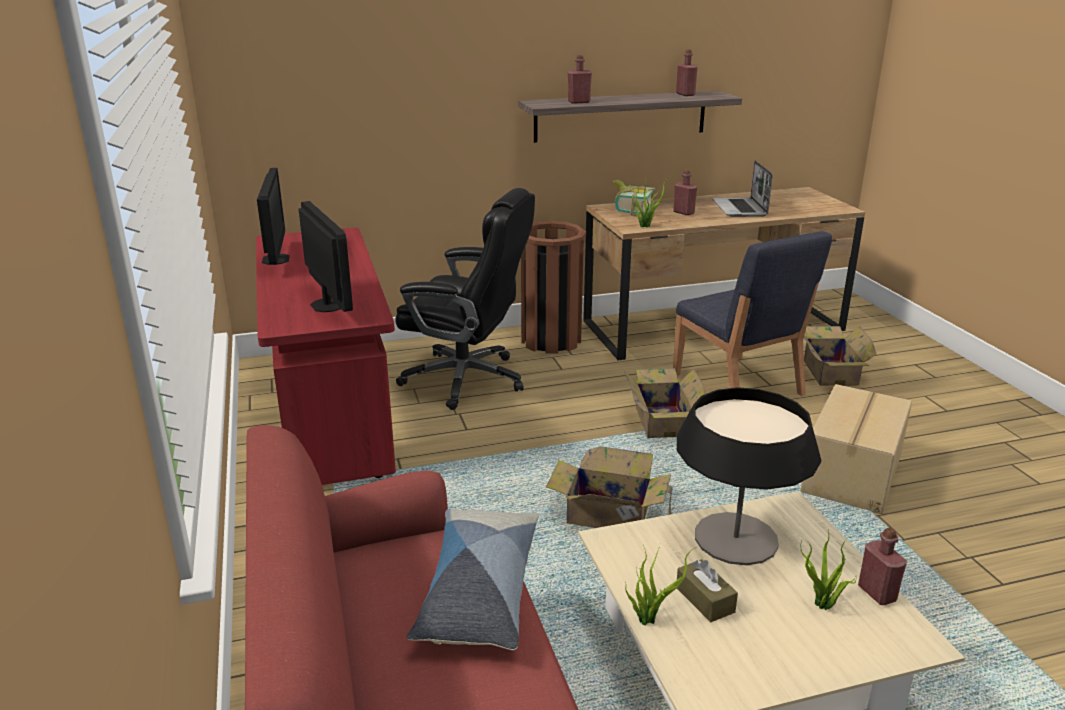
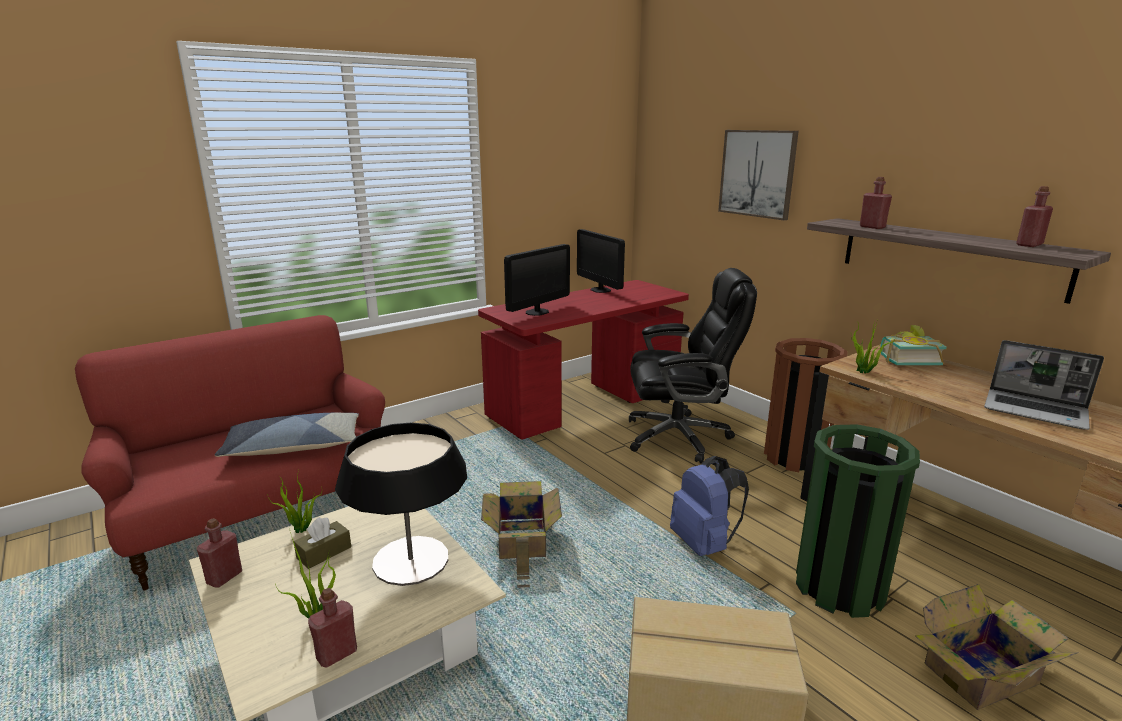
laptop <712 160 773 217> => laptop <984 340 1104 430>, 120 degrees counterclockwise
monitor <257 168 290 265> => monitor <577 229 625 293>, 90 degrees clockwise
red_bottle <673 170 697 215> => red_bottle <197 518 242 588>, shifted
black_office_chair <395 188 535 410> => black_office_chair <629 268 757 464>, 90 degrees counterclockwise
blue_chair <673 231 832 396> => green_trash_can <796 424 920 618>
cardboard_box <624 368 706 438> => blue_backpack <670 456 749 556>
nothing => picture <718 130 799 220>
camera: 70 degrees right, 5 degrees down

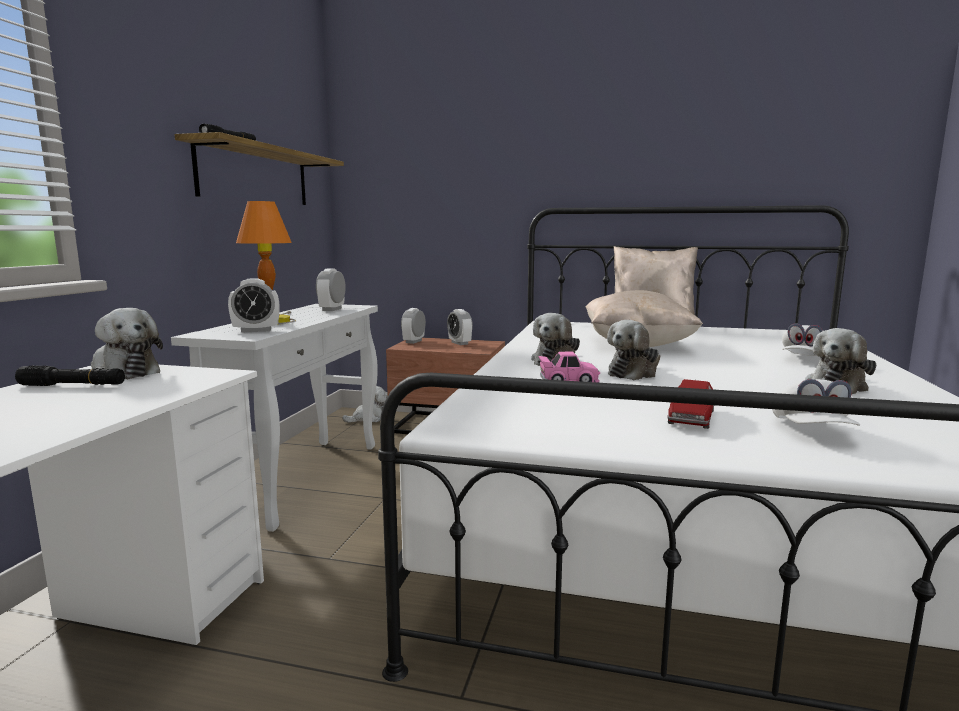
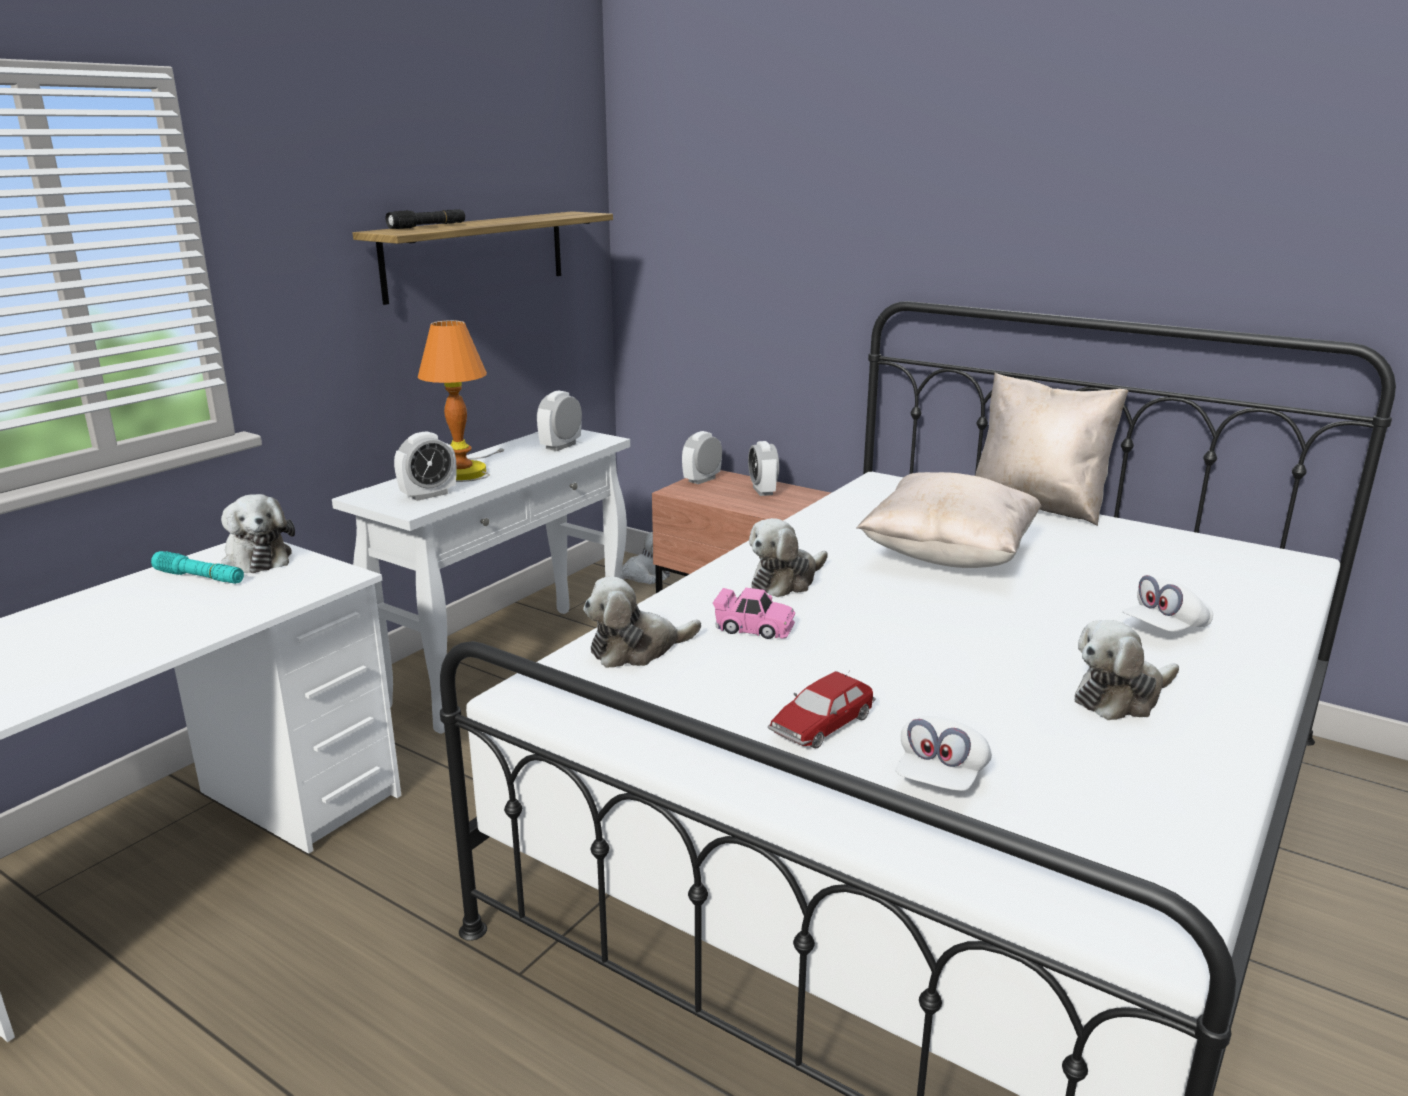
alarm_clock <228 278 280 333> => alarm_clock <394 431 456 501>, 45 degrees counterclockwise
plush_toy <607 320 660 380> => plush_toy <583 577 701 668>, shifted
black_flashlight <15 366 125 386> => turquoise_flashlight <151 551 244 584>
camera: 20 degrees right, 10 degrees up

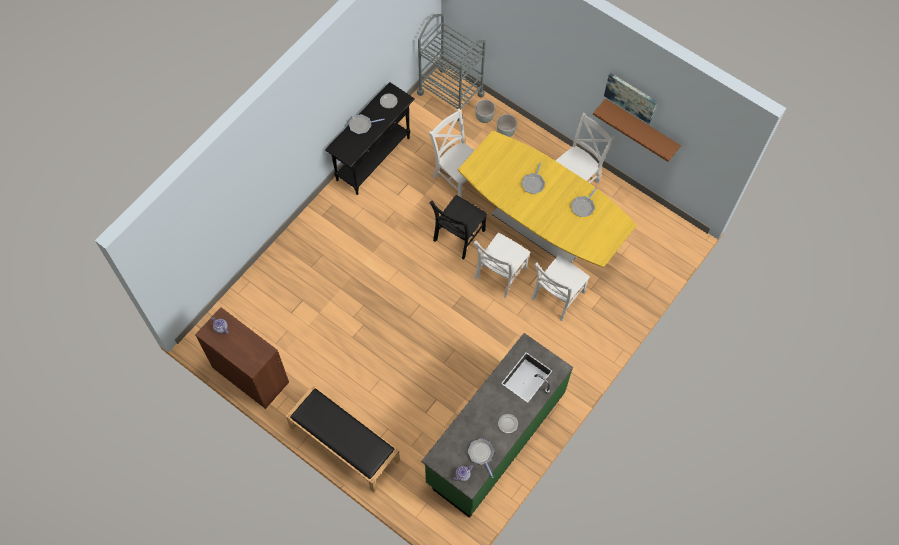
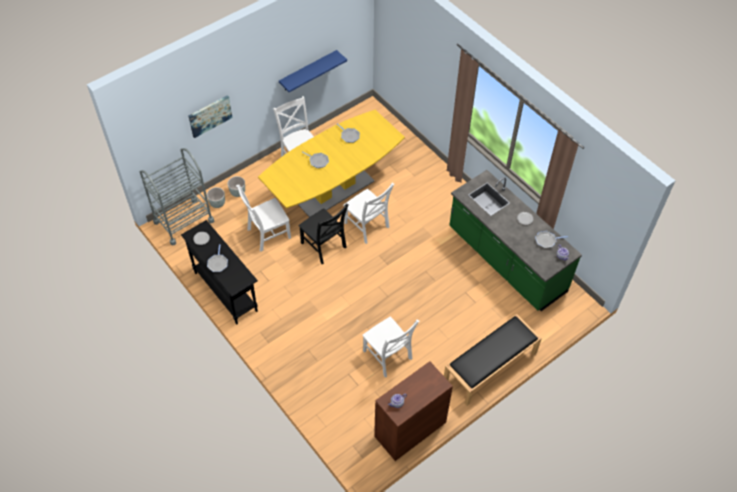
picture <604 73 657 124> => picture <188 95 233 138>, shifted
brown_shelf <593 98 681 162> => blue_shelf <279 50 347 92>
white_chair <531 255 590 321> => white_chair <362 316 419 377>, shifted
camera: 75 degrees left, 10 degrees down

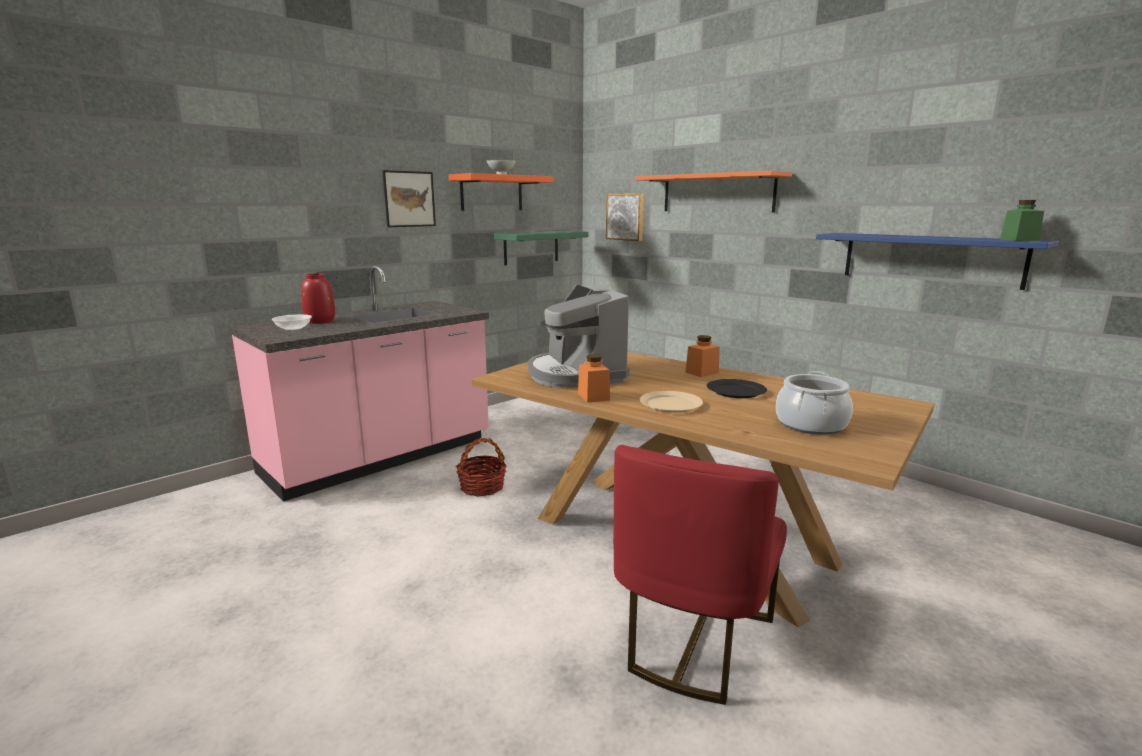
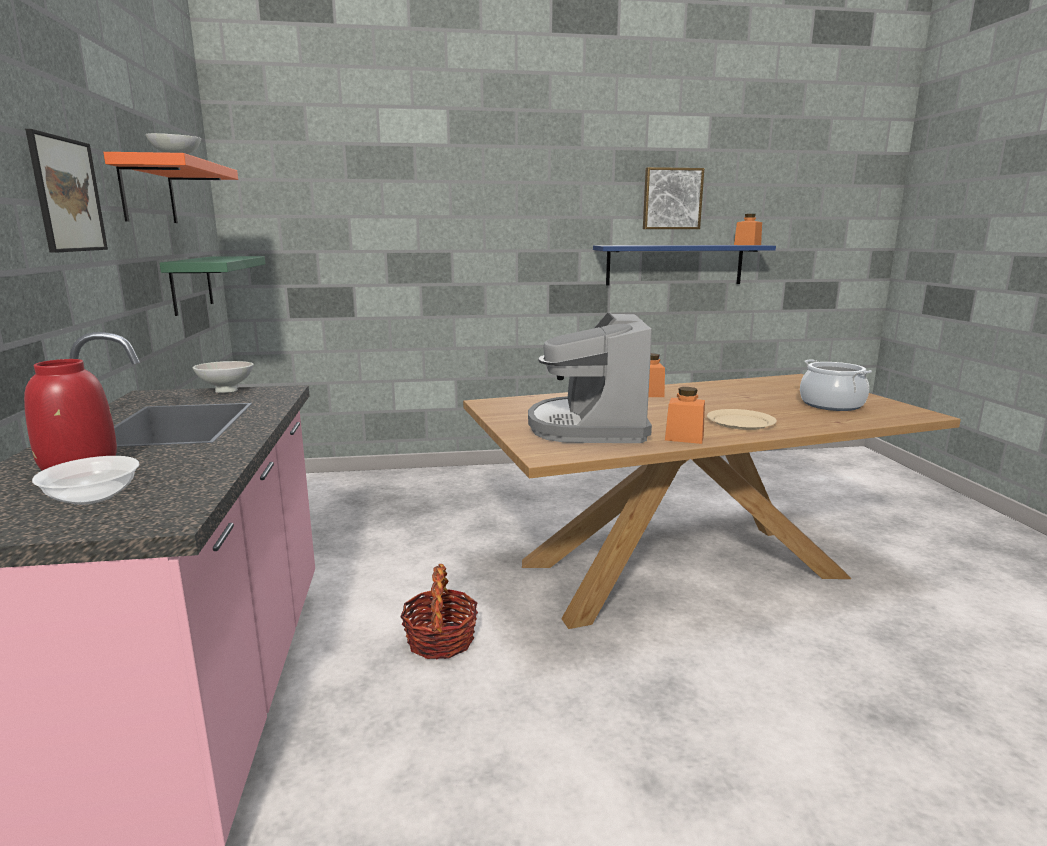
orange_shelf <635 171 792 213> => nothing
picture <606 193 644 241> => picture <643 167 704 229>, shifted
green_jar <1000 200 1044 241> => orange_jar <734 214 762 245>
coffee_machine <528 285 630 388> => coffee_machine <528 312 652 443>, 75 degrees clockwise
black_plate <707 379 767 398> => nothing
red_chair <613 445 787 705> => nothing
nothing => white_bowl <193 361 254 393>
camera: 55 degrees left, 0 degrees up

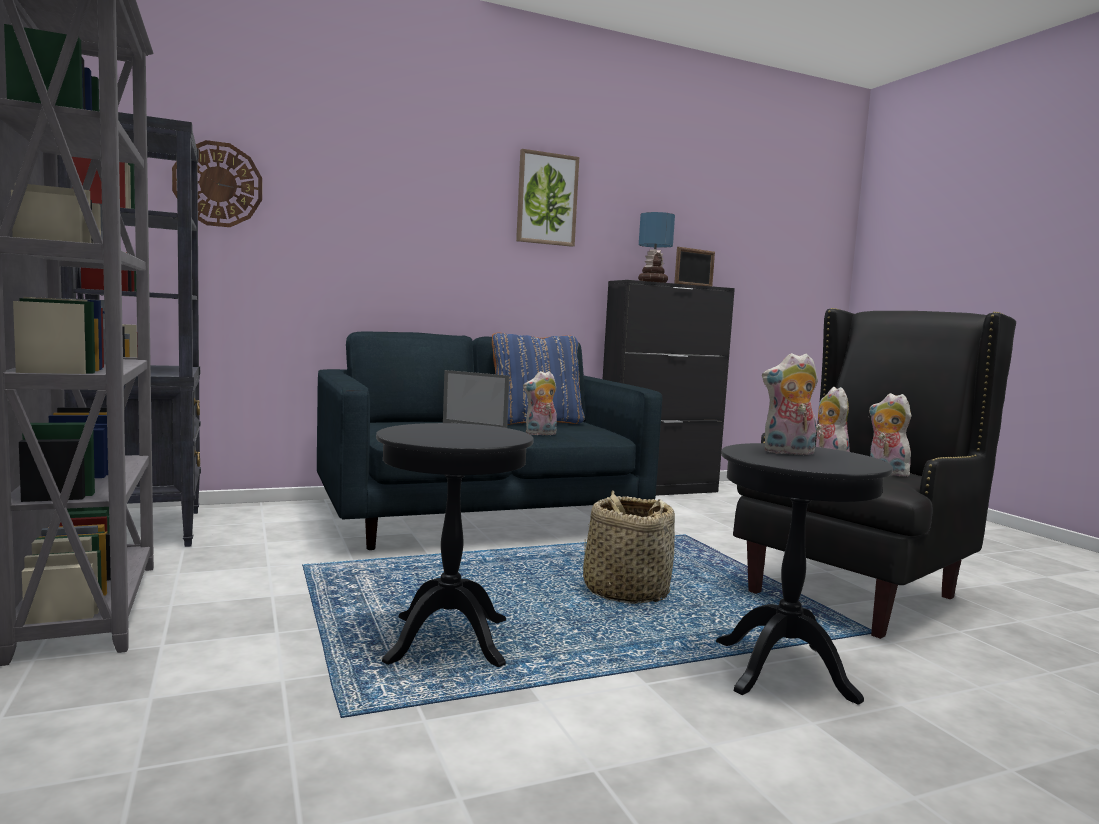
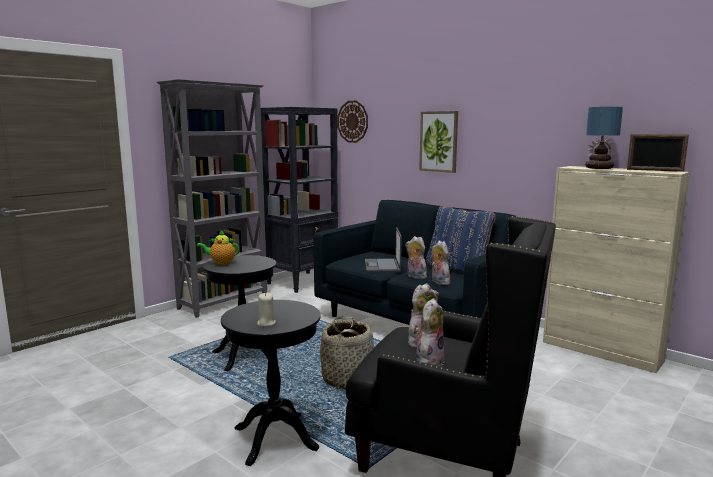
picture <516 149 579 247> => picture <419 111 458 173>, shifted
black_cabinet <603 280 735 496> => beige_cabinet <543 166 690 373>
plush_toy <762 353 818 455> => plush_toy <432 240 450 285>, shifted
nothing => teapot <197 230 240 265>
nothing => beige_candle <257 293 276 327>
camera: 65 degrees right, 5 degrees up

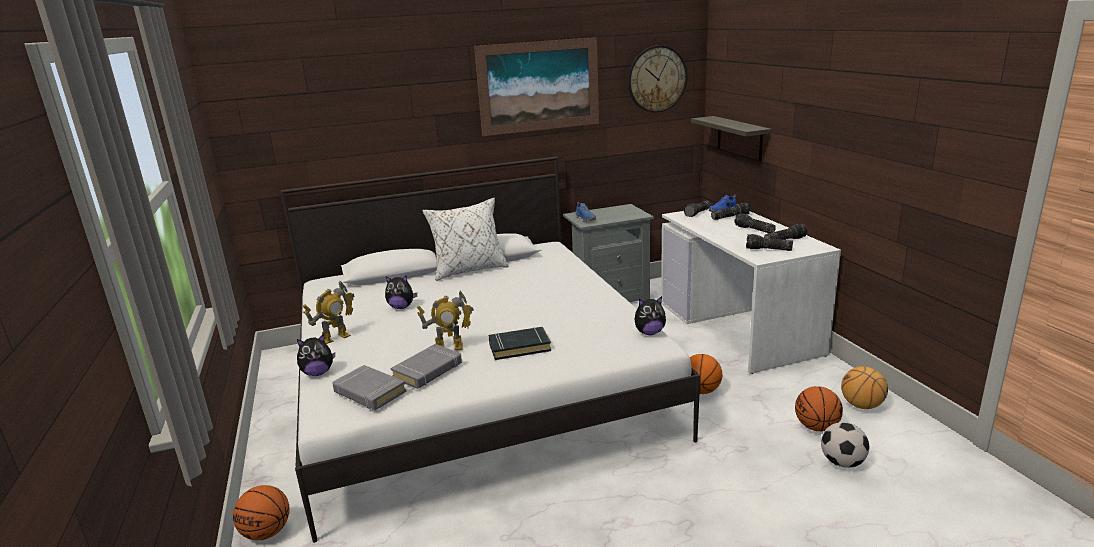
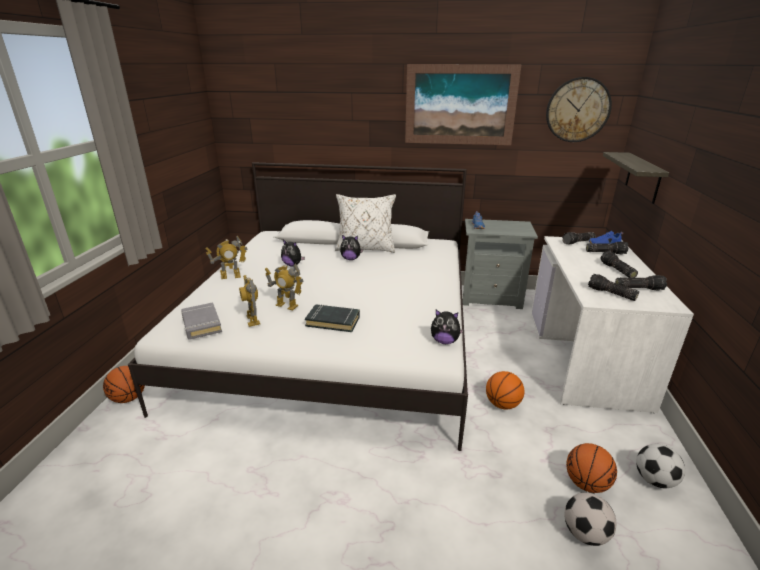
plush_toy <297 334 335 376> => plush_toy <340 235 363 260>, shifted
grey_book <390 344 462 389> => toy_robot <239 275 260 327>
basketball <841 366 888 409> => football <636 444 685 488>
camera: 25 degrees right, 5 degrees up

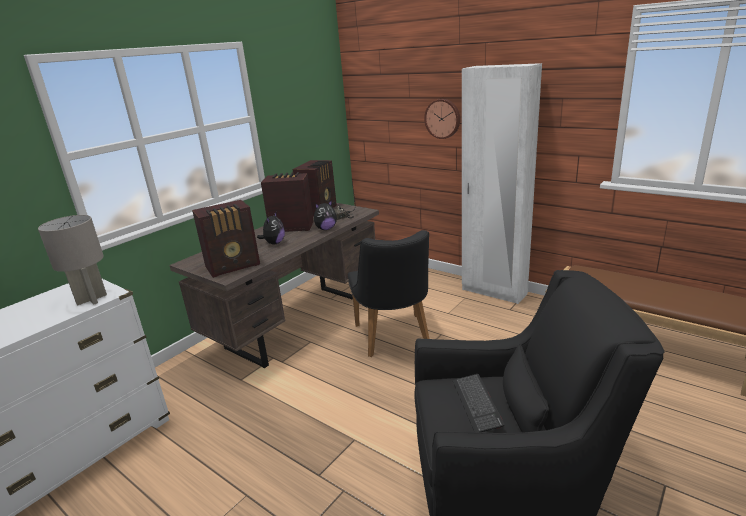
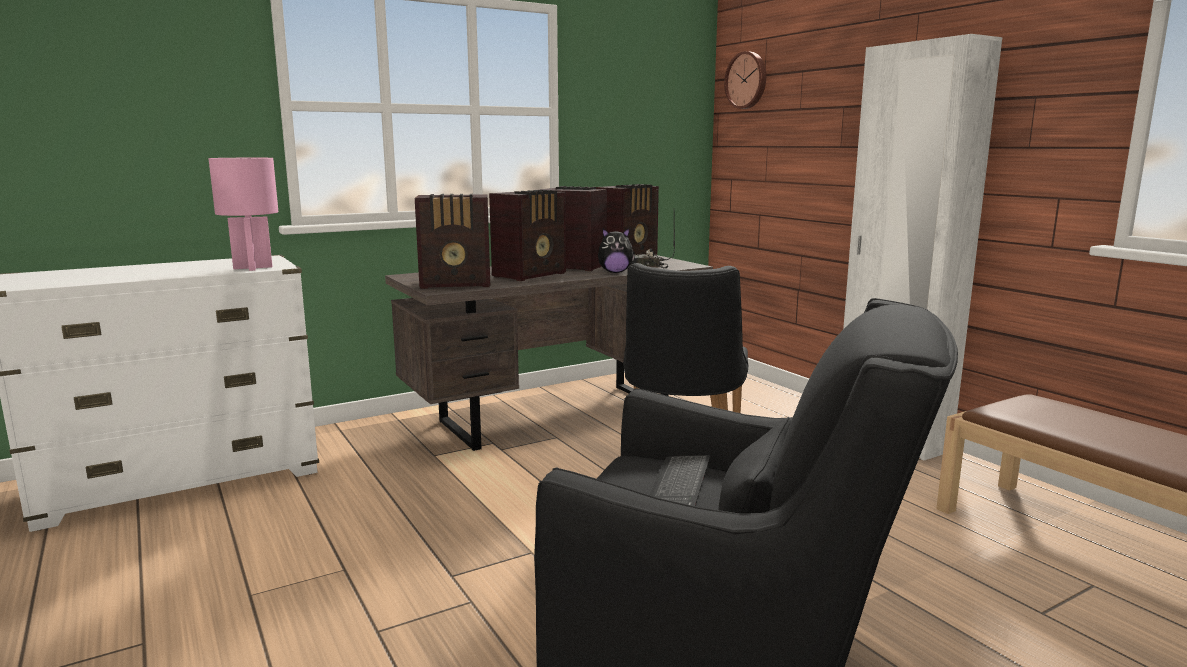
wall_clock <424 99 460 139> => wall_clock <724 51 766 109>, shifted
plush_toy <257 212 285 245> => radio <489 190 566 281>
grey_table_lamp <38 215 107 305> => pink_table_lamp <209 158 279 271>
camera: 20 degrees right, 10 degrees down

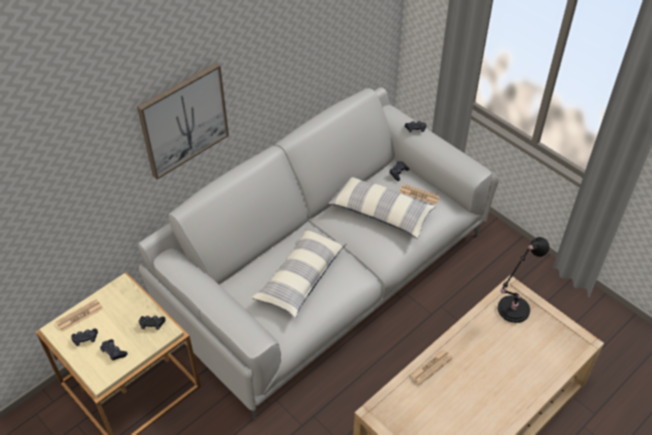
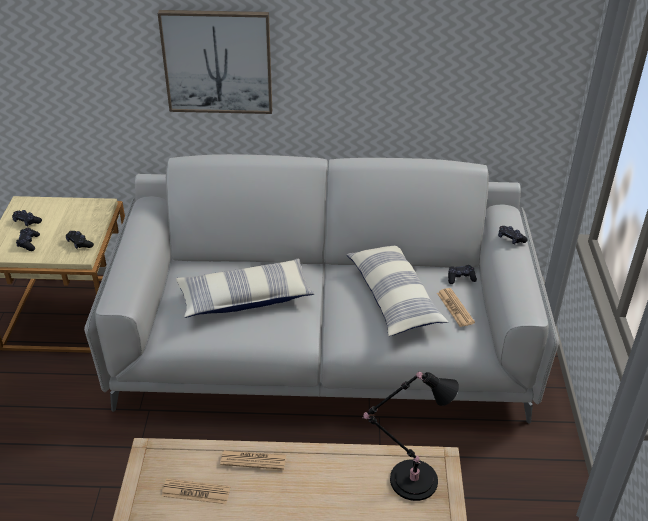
newspaper <56 299 103 332> => newspaper <162 479 230 504>, shifted
camera: 45 degrees right, 10 degrees down

